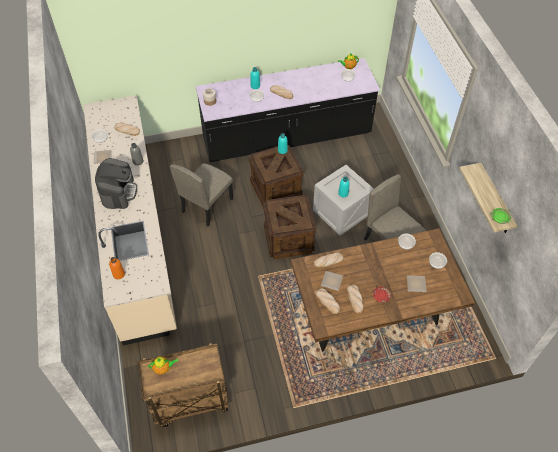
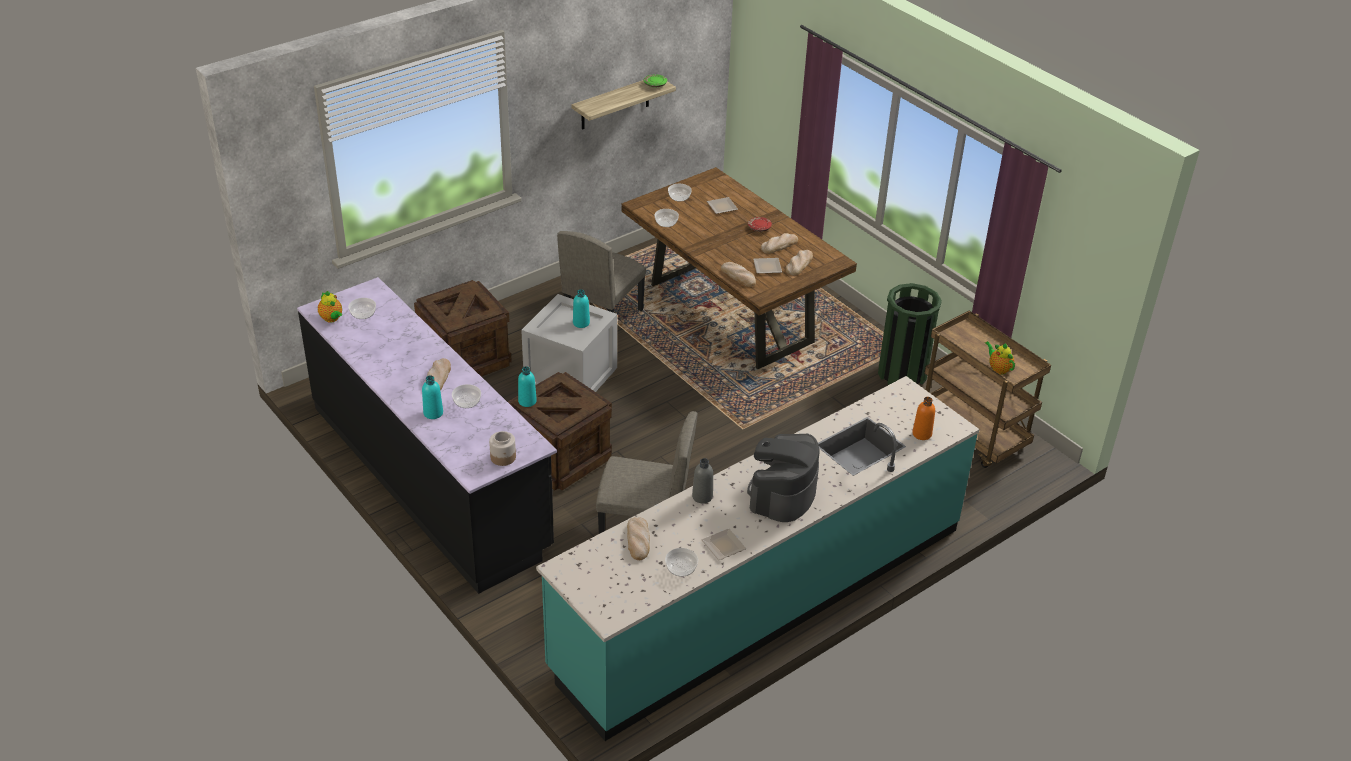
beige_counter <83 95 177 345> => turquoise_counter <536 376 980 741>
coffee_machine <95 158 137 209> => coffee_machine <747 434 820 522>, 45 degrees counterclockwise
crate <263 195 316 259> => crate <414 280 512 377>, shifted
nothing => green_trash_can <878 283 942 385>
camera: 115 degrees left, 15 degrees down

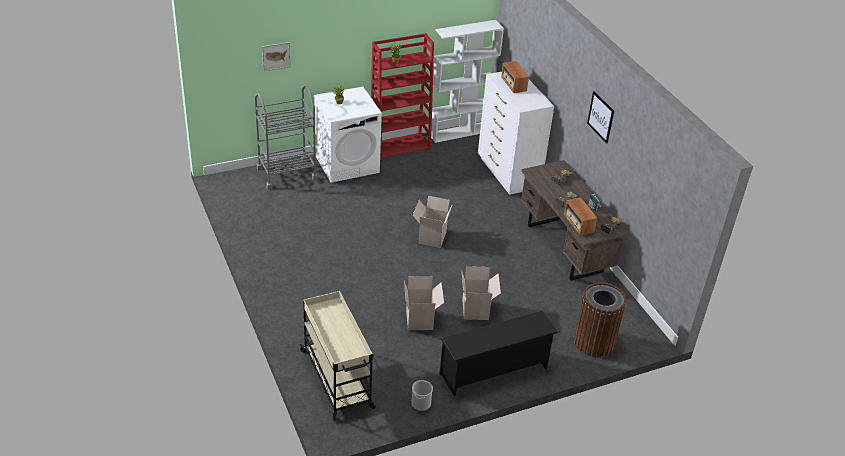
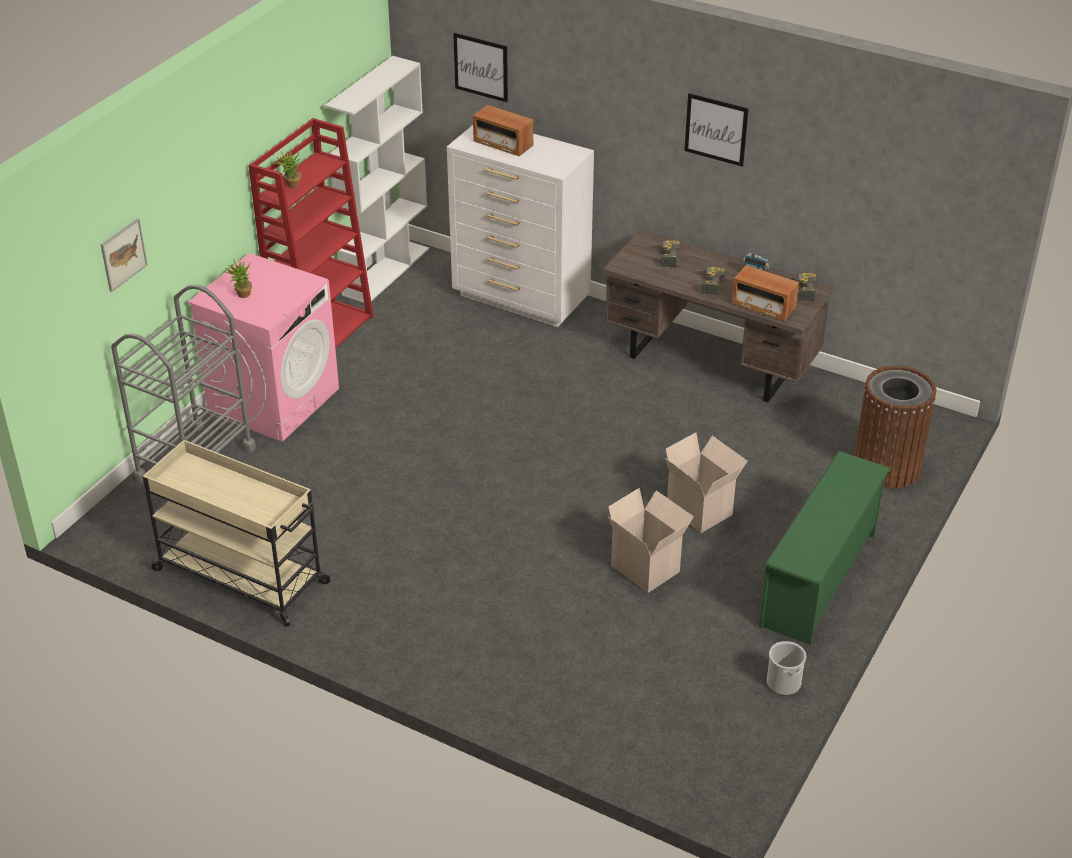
white_washing_machine <314 87 382 183> => pink_washing_machine <188 253 339 442>
cardboard_box <412 196 453 248> => nothing
beige_cart <299 291 376 421> => beige_cart <143 440 330 627>, shifted
black_shoe_rack <440 311 558 396> => green_shoe_rack <759 451 890 645>
nothing => picture <453 33 508 102>
camera: 35 degrees left, 0 degrees up

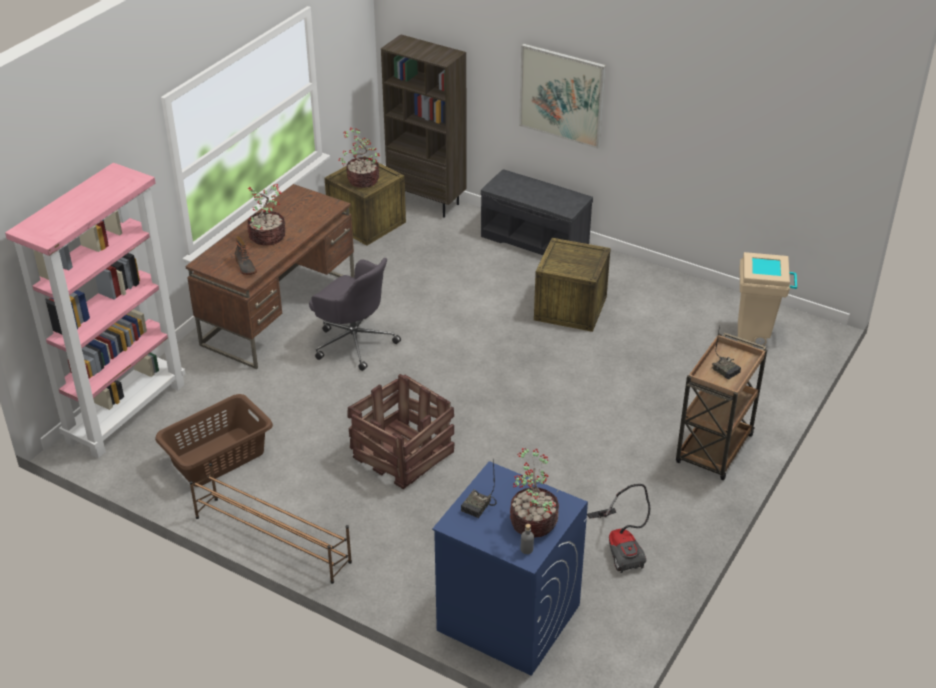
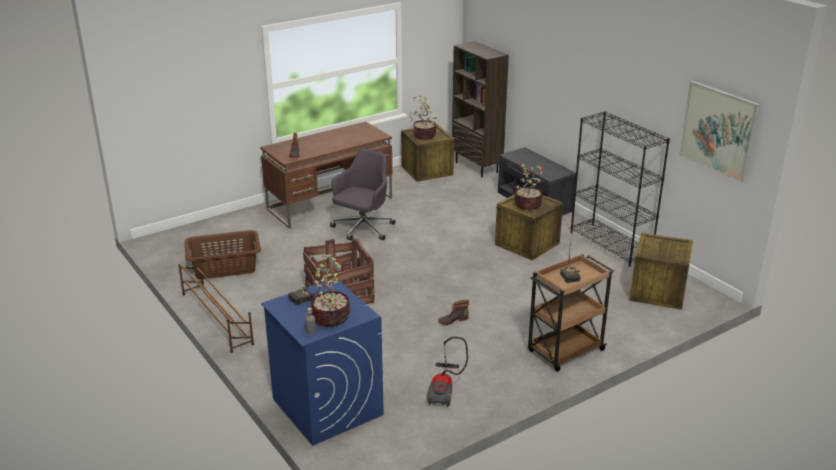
picture <519 44 606 149> => picture <679 81 760 183>, shifted
pink_bookcase <5 163 186 458> => nothing
potted_plant <247 184 285 246> => potted_plant <514 163 544 210>, shifted
beige_trash_can <738 252 797 346> => crate <629 233 693 310>
grey_office_chair <309 258 401 371> => grey_office_chair <330 149 396 240>, 120 degrees counterclockwise
nothing => black_bookcase <571 111 670 267>
nothing => boot <438 299 469 325>
camera: 25 degrees right, 10 degrees down

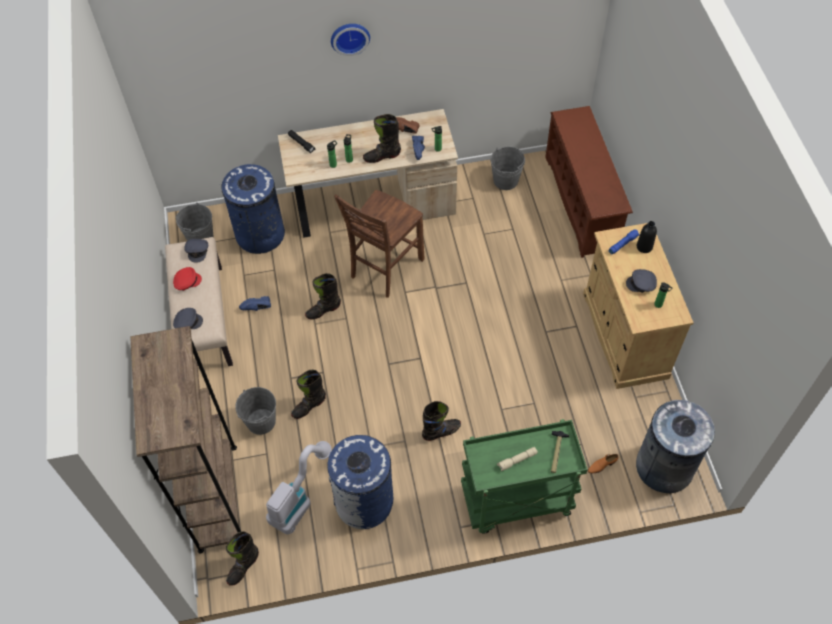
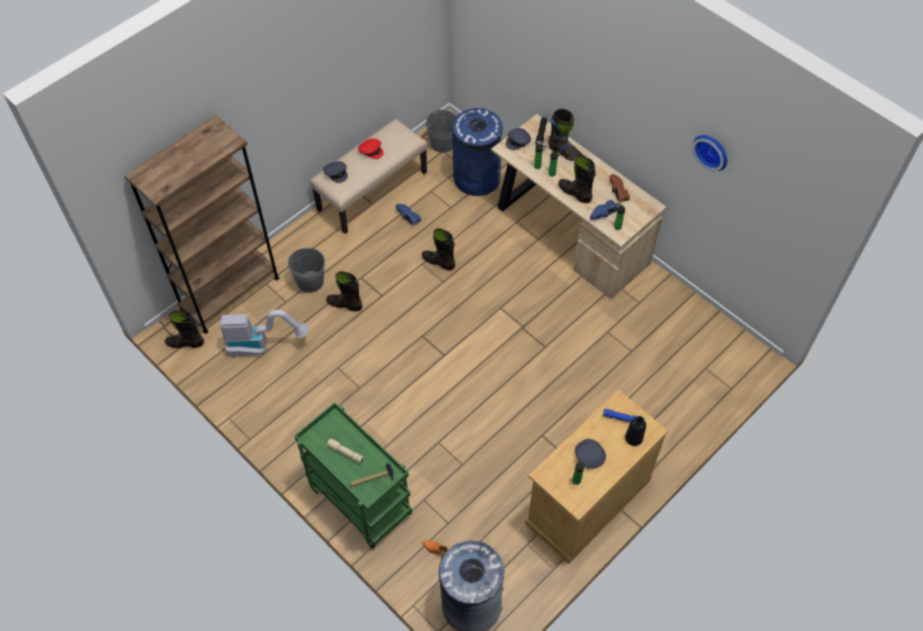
wall_clock <331 24 370 56> => wall_clock <692 135 727 171>, shifted
brown_shoe_rack <545 106 633 258> => nothing
grey_bucket <490 146 525 190> => nothing
brown_chair <334 190 424 298> => nothing
grey_cap <184 239 208 263> => grey_cap <506 128 531 150>, shifted
black_boot <422 401 461 441> => black_boot <548 108 582 161>, shifted
blue_trash_can <327 435 393 529> => nothing
camera: 55 degrees right, 0 degrees up

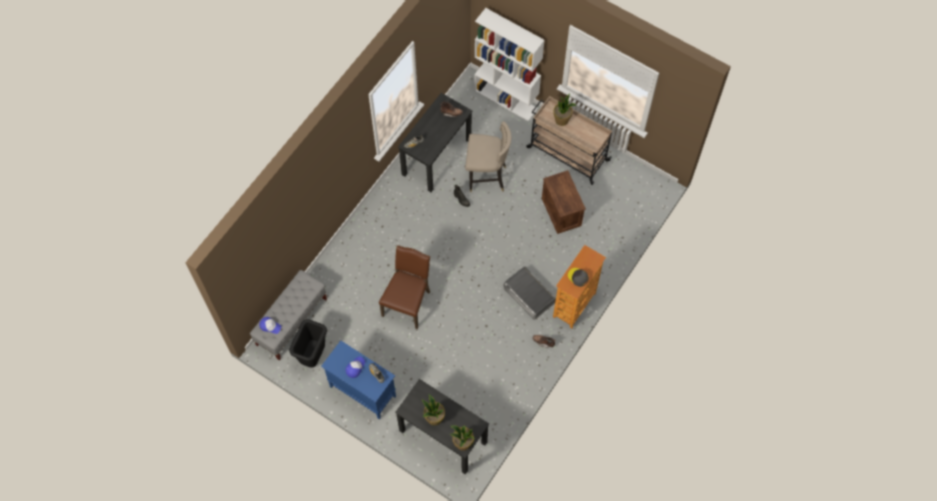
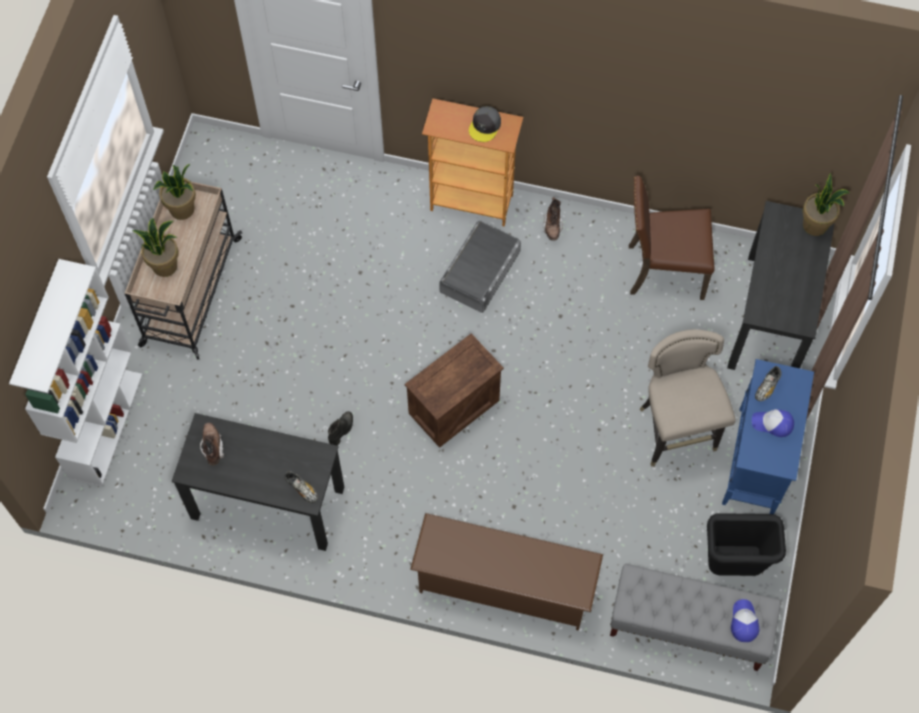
beige_stool <465 121 511 192> => beige_stool <640 329 736 466>, shifted
crate <542 170 586 234> => crate <405 333 504 448>, shifted
brown_chair <379 245 430 329> => brown_chair <629 176 715 300>, shifted
potted_plant <422 394 445 426> => potted_plant <153 164 196 220>, shifted
nothing => brown_shoe_rack <410 513 603 631>
camera: 110 degrees left, 0 degrees up

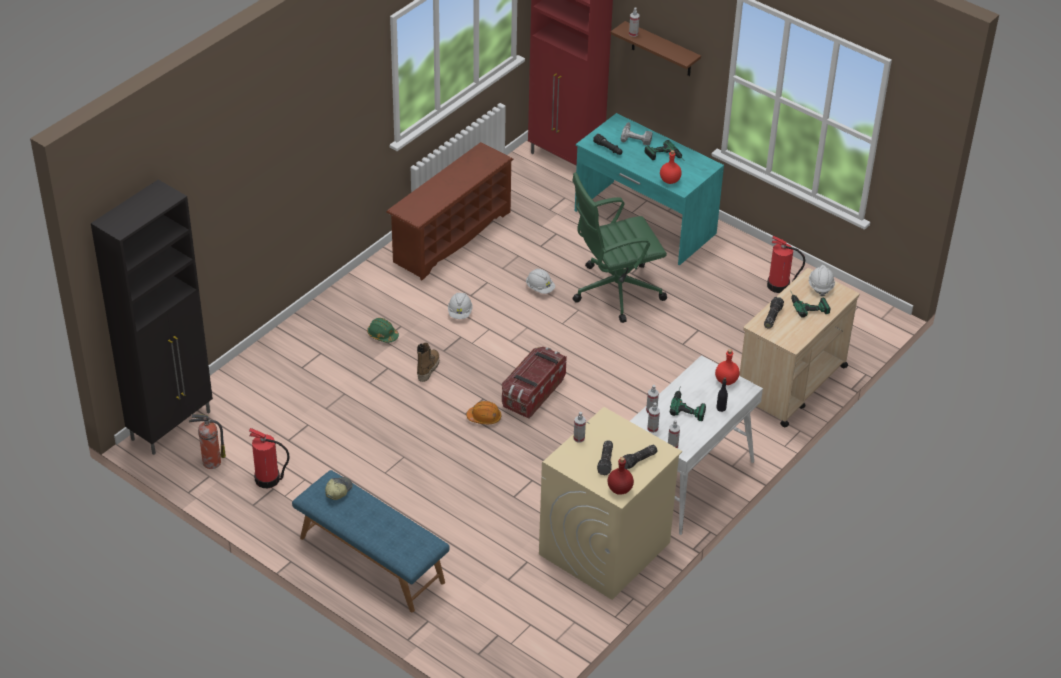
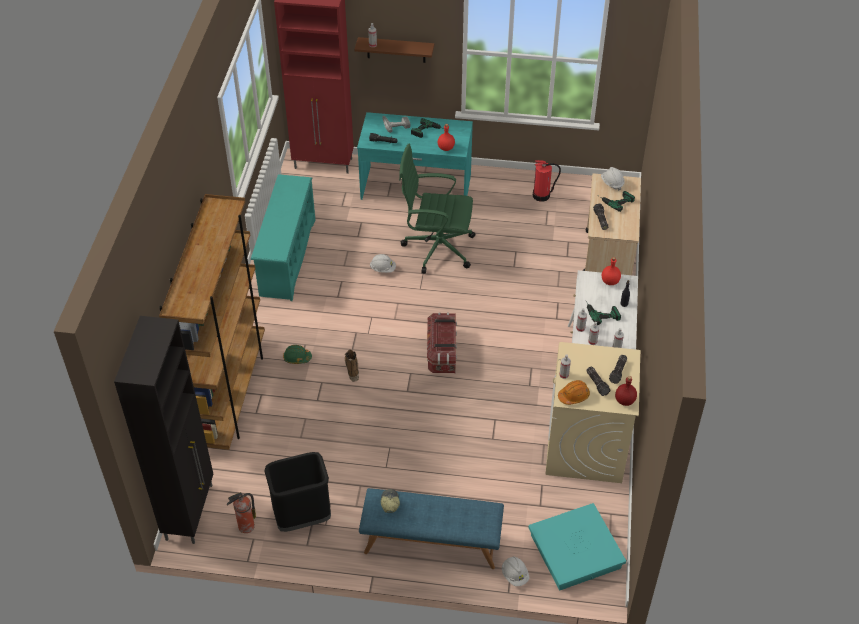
brown_shoe_rack <386 142 514 280> => turquoise_shoe_rack <251 174 315 301>
green_office_chair <572 172 667 323> => green_office_chair <399 144 476 274>, 60 degrees clockwise
white_hard_hat <448 293 473 319> => white_hard_hat <502 556 530 586>, shifted
orange_hard_hat <466 401 501 424> => orange_hard_hat <558 380 590 405>, shifted
fire_extinguisher <249 428 289 488> => black_trash_can <265 452 331 532>
nothing => brown_bookcase <159 194 265 450>
nothing => turquoise_storage_box <528 503 626 591>
camera: 30 degrees left, 5 degrees up

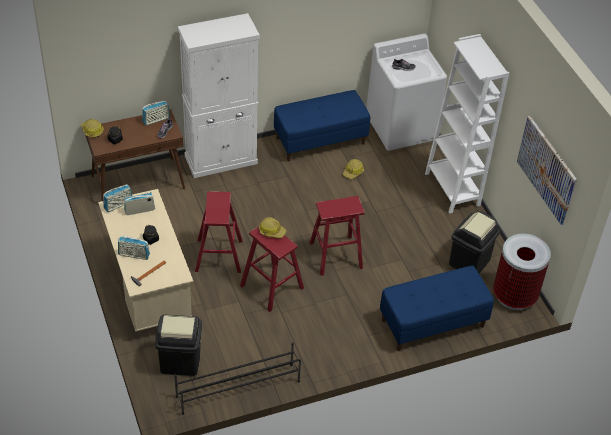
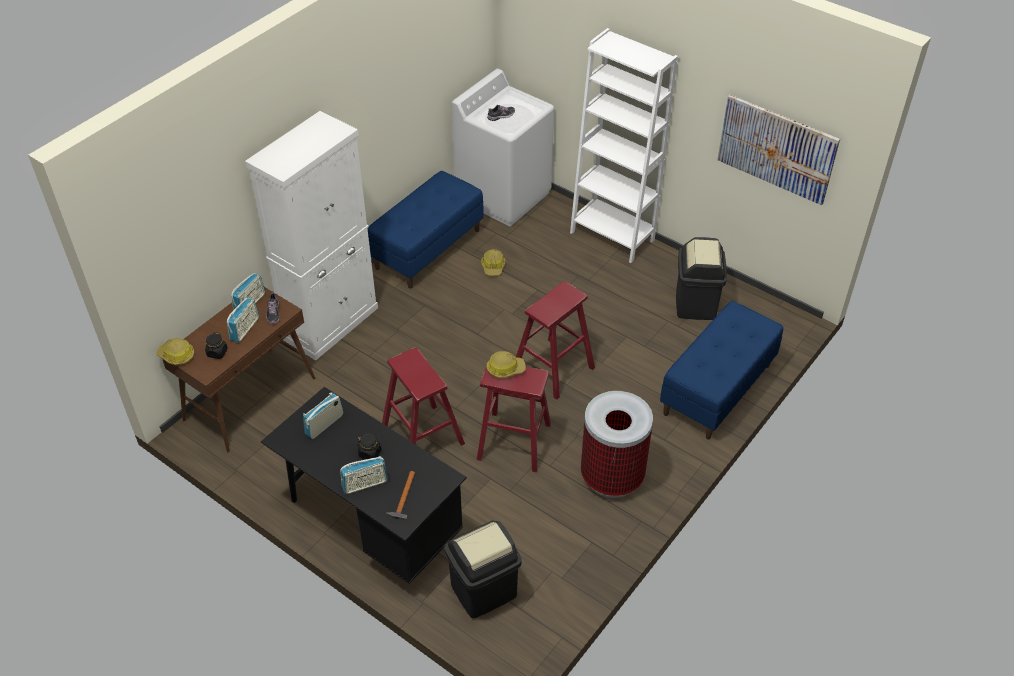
radio <103 184 132 212> => radio <227 297 259 343>, shifted
beige_desk <98 189 193 332> => black_desk <261 387 467 584>
trash_can <493 234 551 310> => trash_can <581 391 653 498>, shifted
black_shoe_rack <174 342 301 415> => nothing
camera: 30 degrees left, 0 degrees up

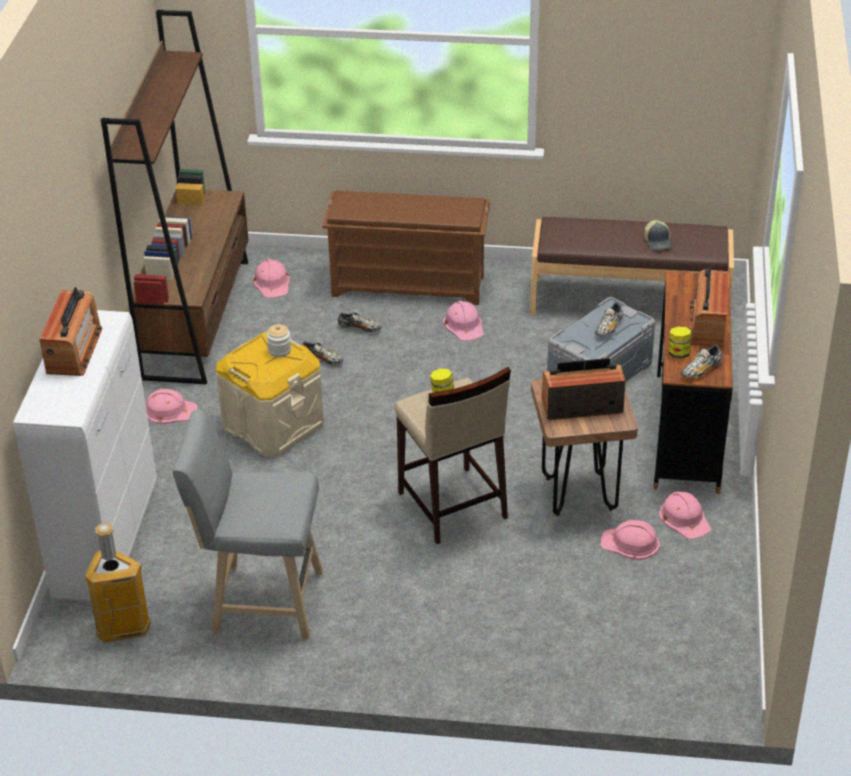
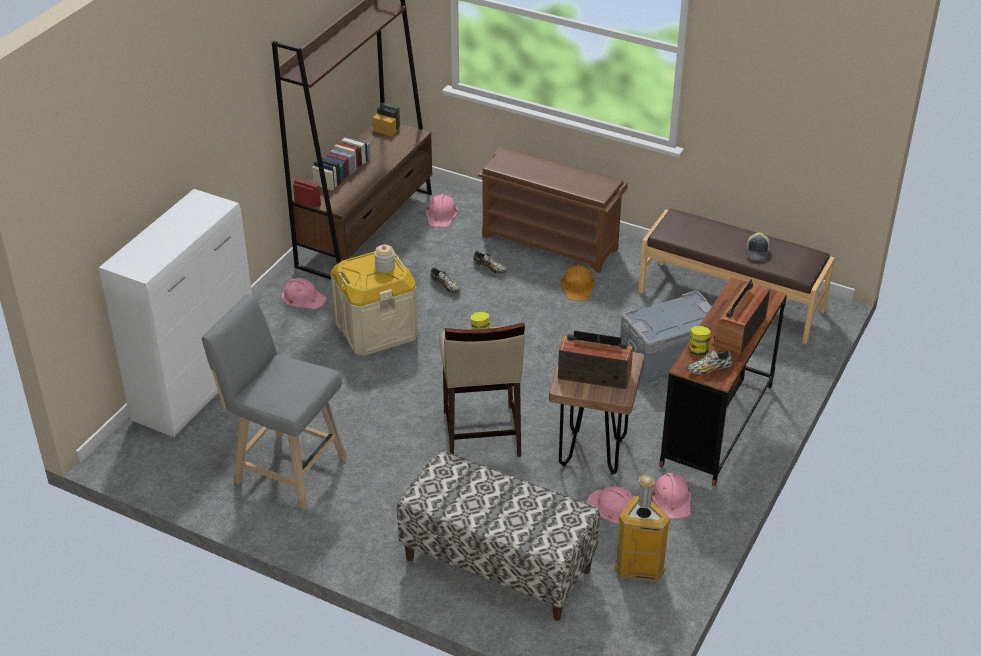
radio <40 287 103 376> => nothing
pink_hard_hat <443 301 484 341> => orange_hard_hat <561 265 594 301>
shoe <595 302 623 336> => nothing
trash_can <85 523 151 643> => trash_can <615 475 671 582>, shifted
nothing => bench <397 450 600 621>
camera: 20 degrees right, 0 degrees up

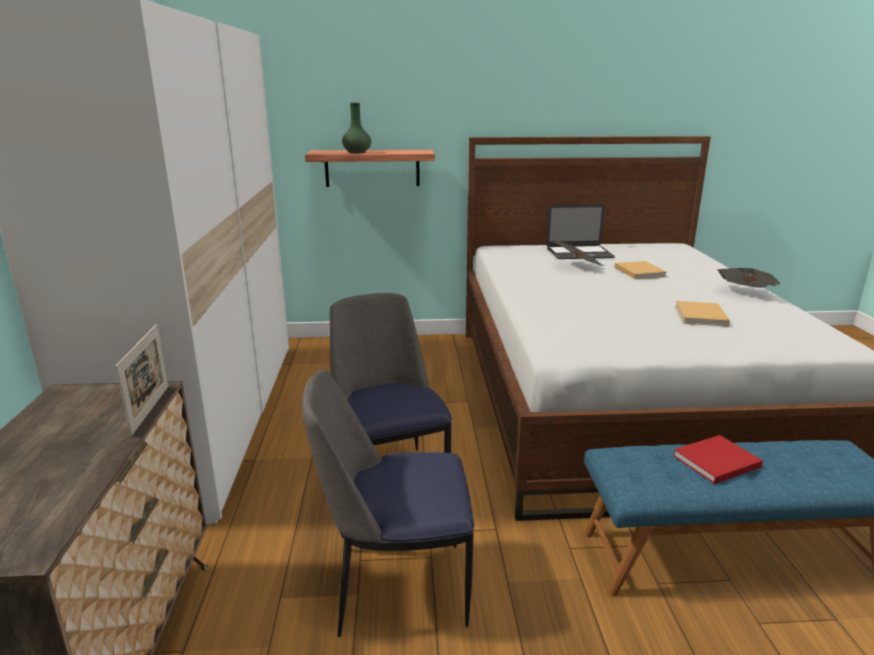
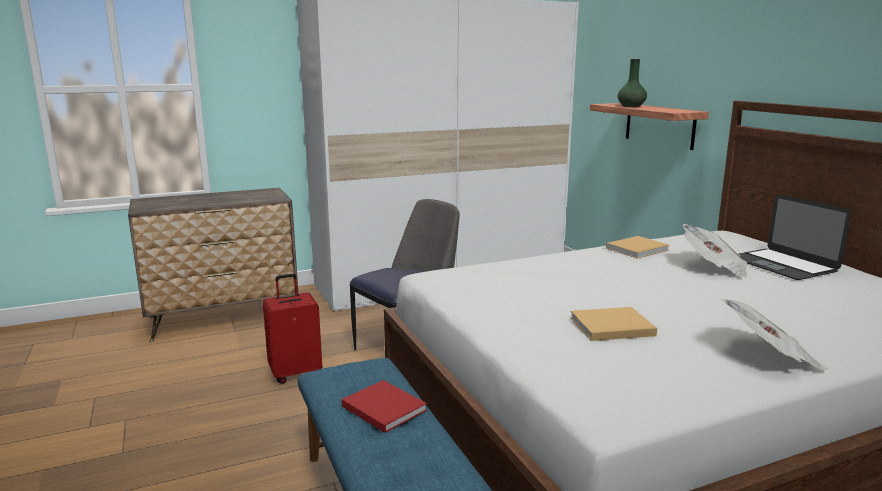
beige_book <614 261 667 279> => beige_book <606 236 670 259>, shifted
picture_frame <115 324 168 436> => nothing
chair <302 369 474 637> => red_suitcase <263 274 322 384>
camera: 70 degrees right, 5 degrees down

